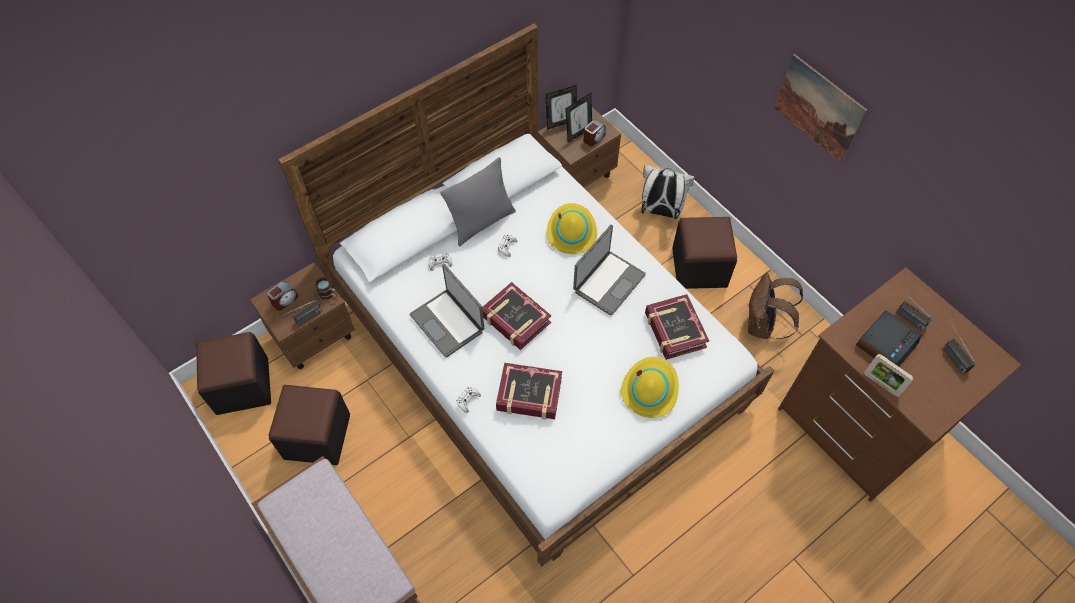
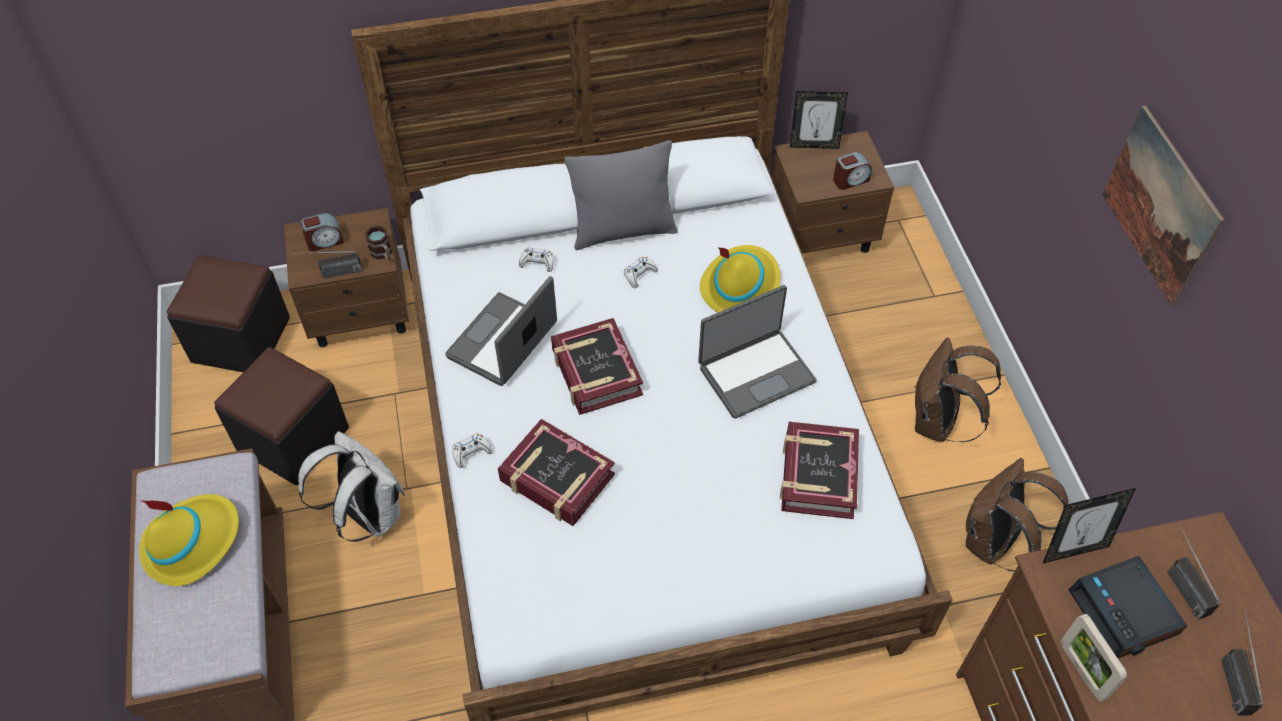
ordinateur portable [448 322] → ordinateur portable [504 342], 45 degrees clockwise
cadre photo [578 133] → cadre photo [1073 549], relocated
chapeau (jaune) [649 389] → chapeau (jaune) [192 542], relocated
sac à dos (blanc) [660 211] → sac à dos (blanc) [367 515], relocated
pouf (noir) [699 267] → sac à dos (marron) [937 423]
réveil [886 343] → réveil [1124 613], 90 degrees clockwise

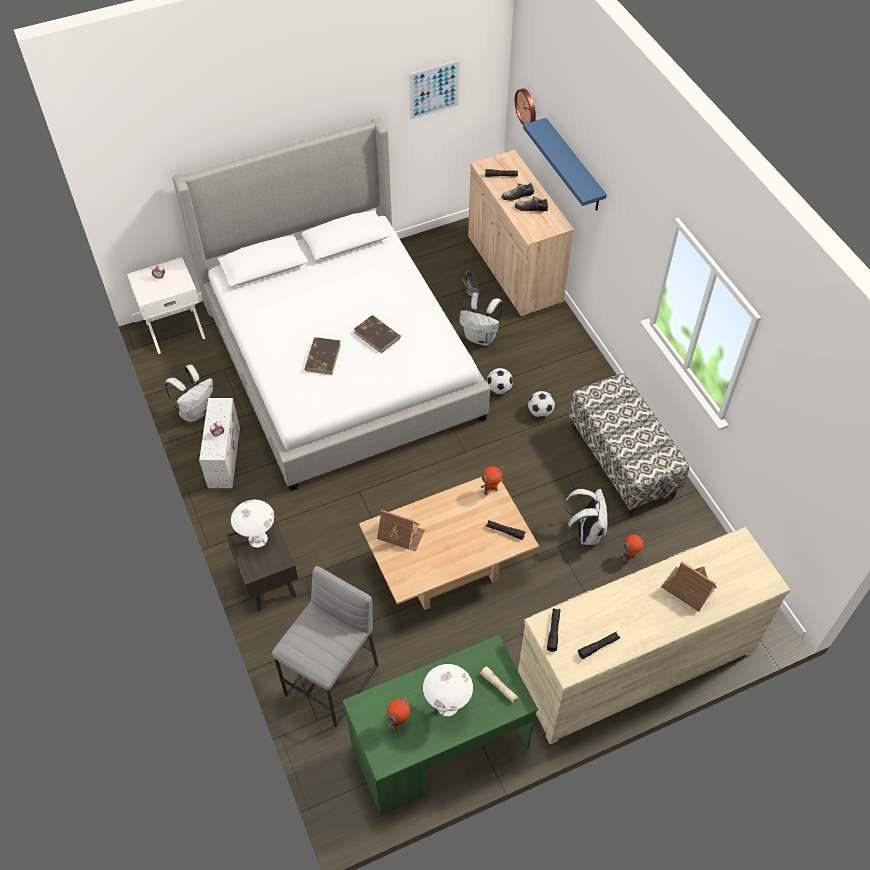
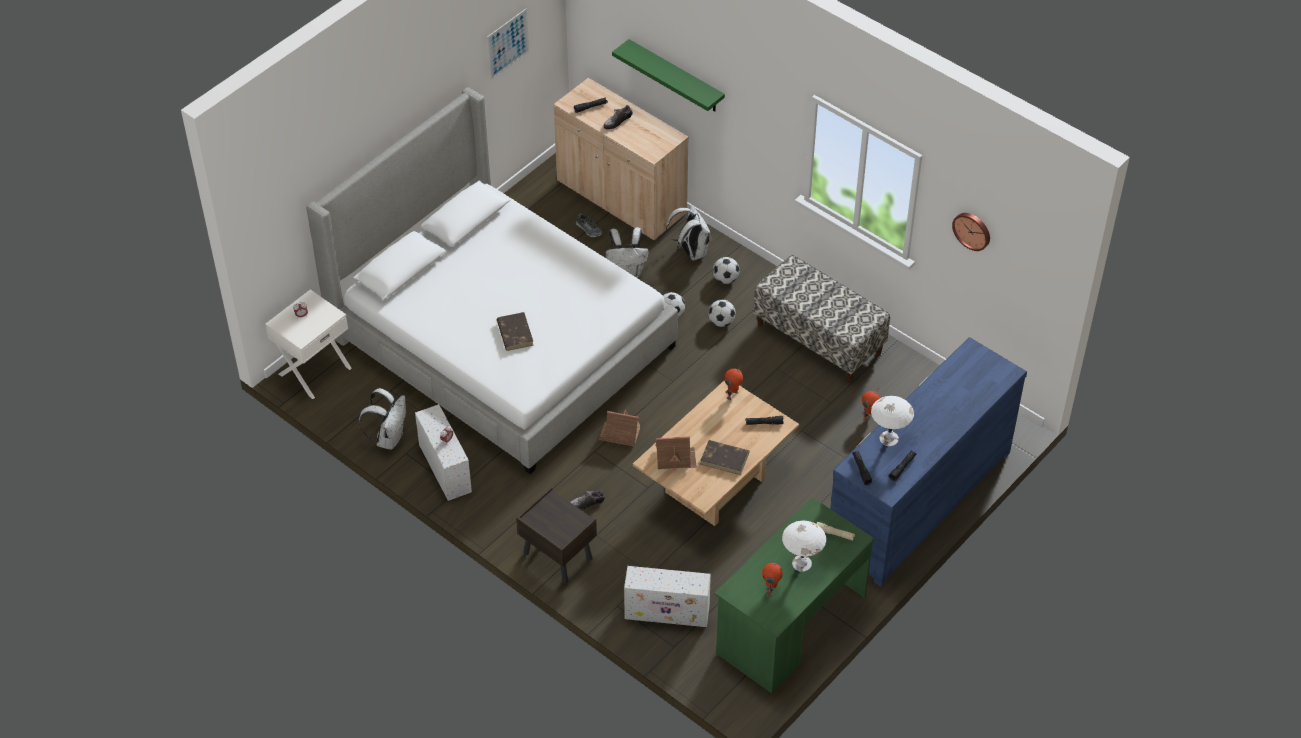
lampe de table (blanc) [257 539] → lampe de table (blanc) [888 438], relocated
tabouret (gris) [332 681] → boîte de rangement (blanc) [668 612]
livre (marron) [377 335] → livre (marron) [725 458], relocated
horloge murale [527 107] → horloge murale [972 230], relocated
chaussure [531 208] → chaussure [586 503], relocated
commode (beige) [634 664] → commode (bleu) [917 500]
étagère (bleu) [574 166] → étagère (vert) [676 77]
sac à dos (blanc) [585 532] → sac à dos (blanc) [691 252], relocated
maison miniature [688 589] → maison miniature [620 434], relocated
- → ballon de foot [725 279]

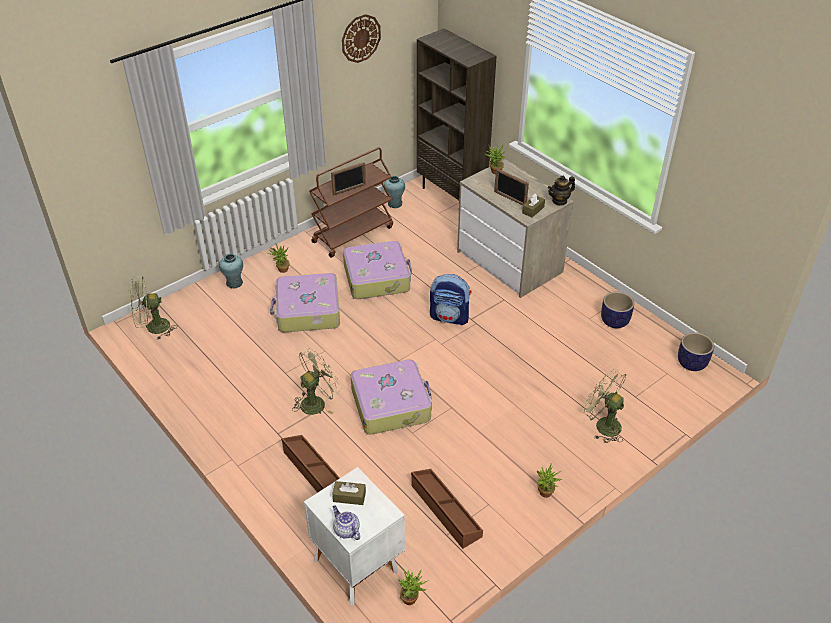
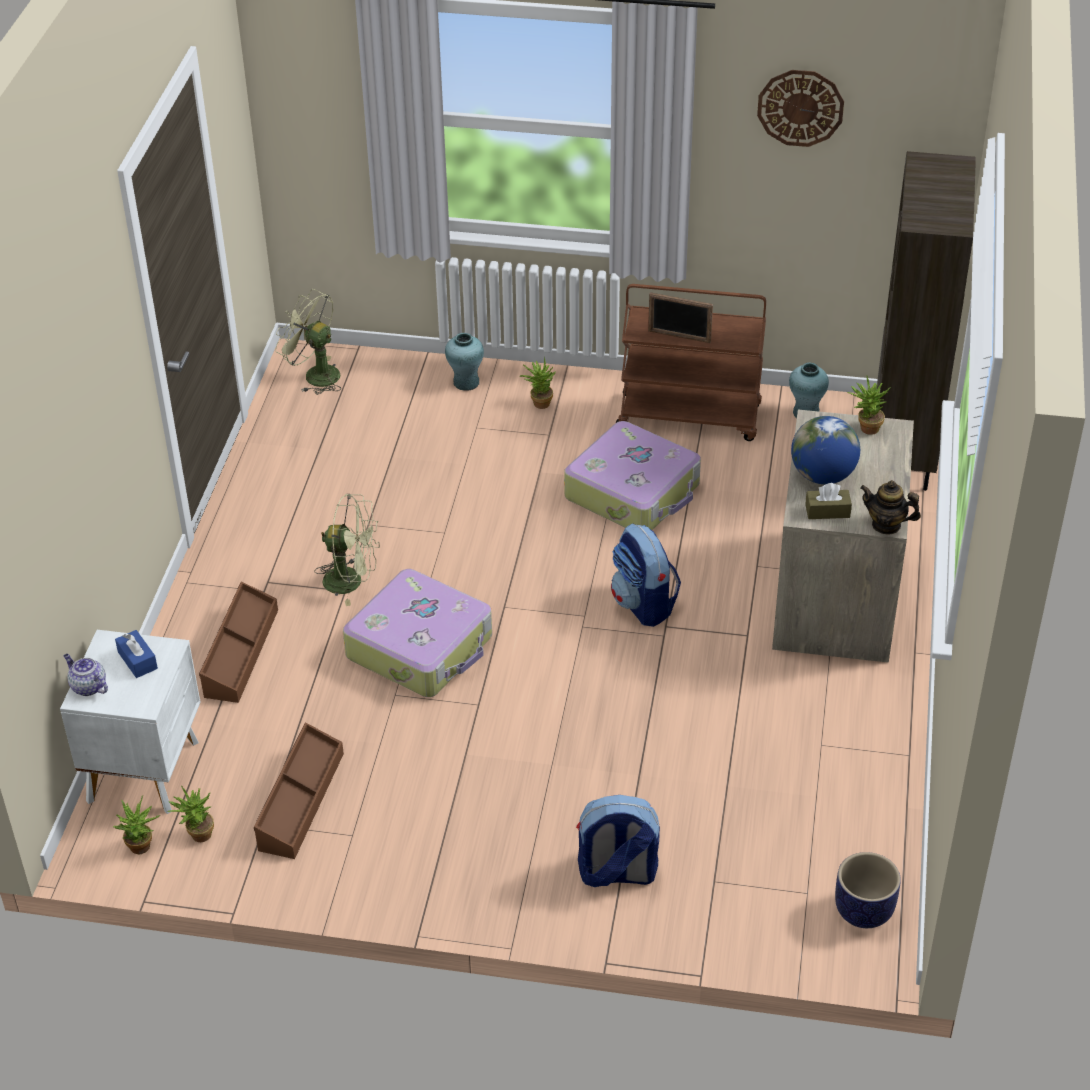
valise [307 311] → -
boîte à mouchoirs (marron) [349 497] → boîte à mouchoirs (bleu) [137 660]
théière [346 530] → théière [88 687], 60 degrees counterclockwise
cadre photo [510 199] → globe [823 476]
plante en pot [544 494] → plante en pot [197 836], relocated
ventilateur (vert) [602 424] → sac à dos [616 873]
cache-pot [614 321] → -

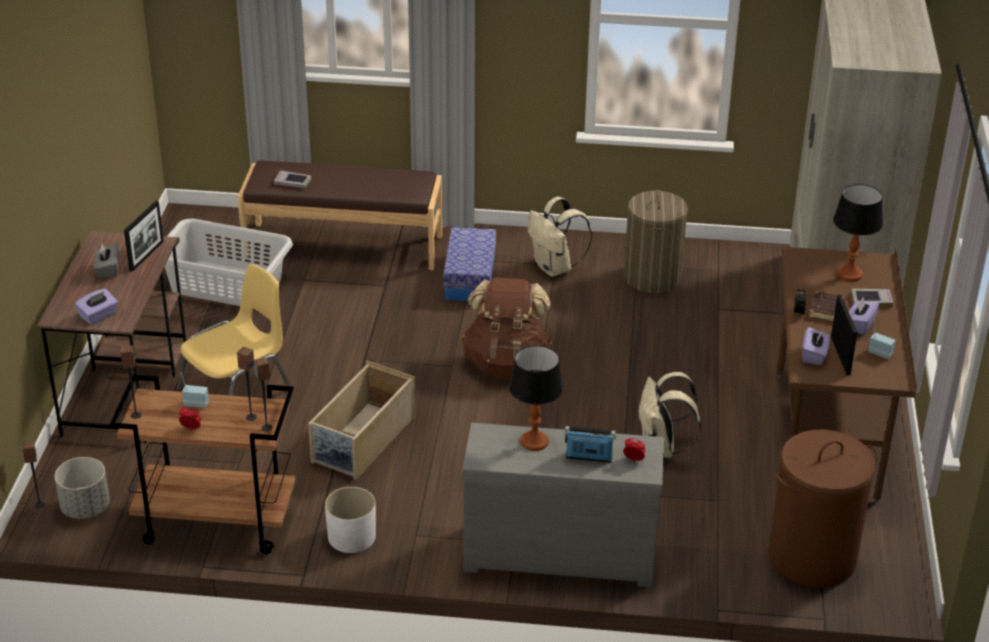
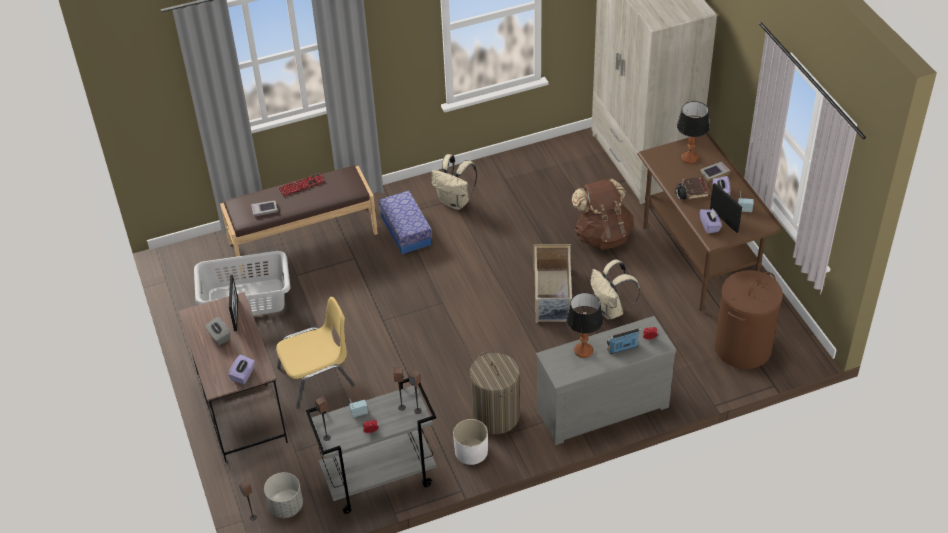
chariot (marron) [214 523] → chariot (gris) [378 480]
chaise (jaune) [238 389] → chaise (jaune) [317 377], 45 degrees clockwise
boîte de rangement (beige) [363 441] → boîte de rangement (beige) [552 296], relocated
sac à dos (marron) [506 363] → sac à dos (marron) [602 236], relocated
panier à linge [652 277] → panier à linge [496 416], relocated
- → clavier [302 185]

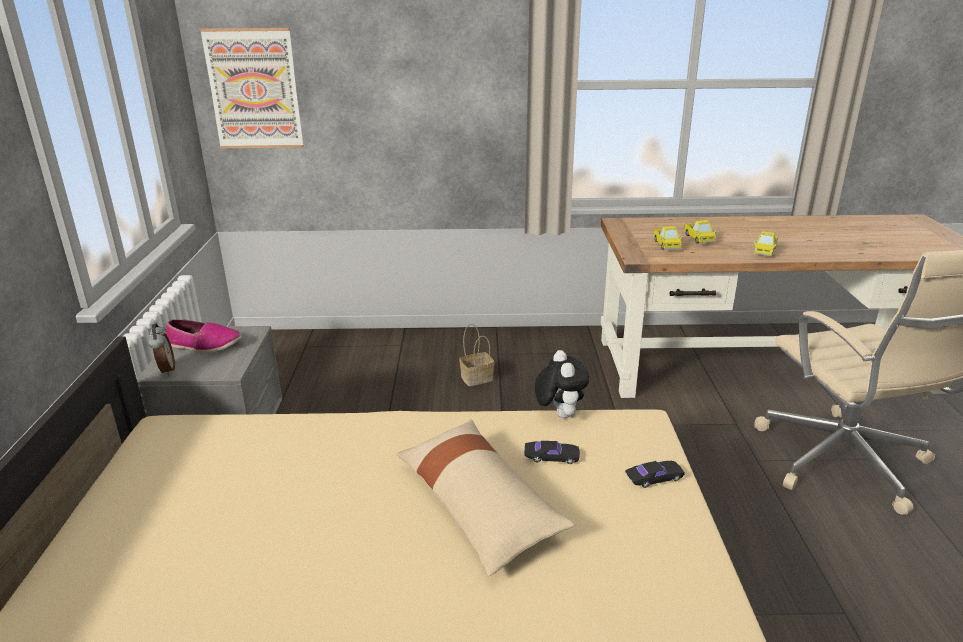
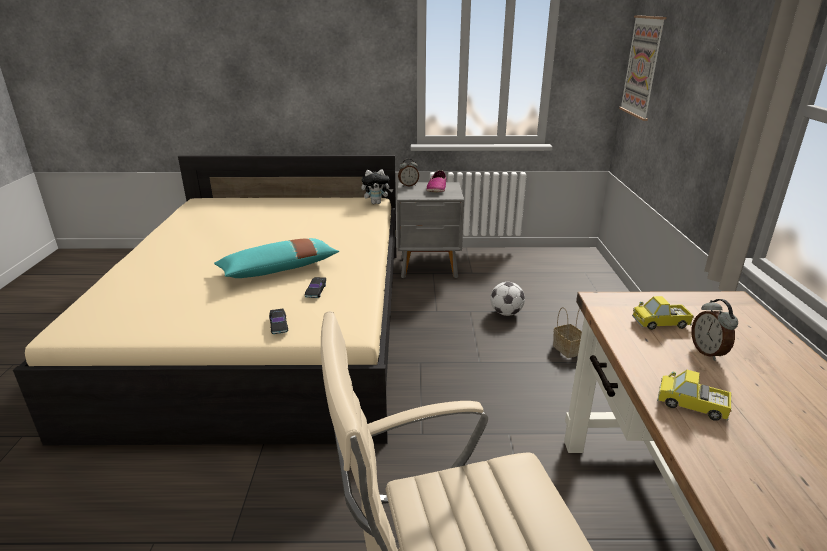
coussin (beige) [478 506] → coussin (turquoise) [279 269]
peluche [559 414] → peluche [376 203], relocated
camion jouet [698 239] → réveil [708 352]
- → ballon de foot [506 313]

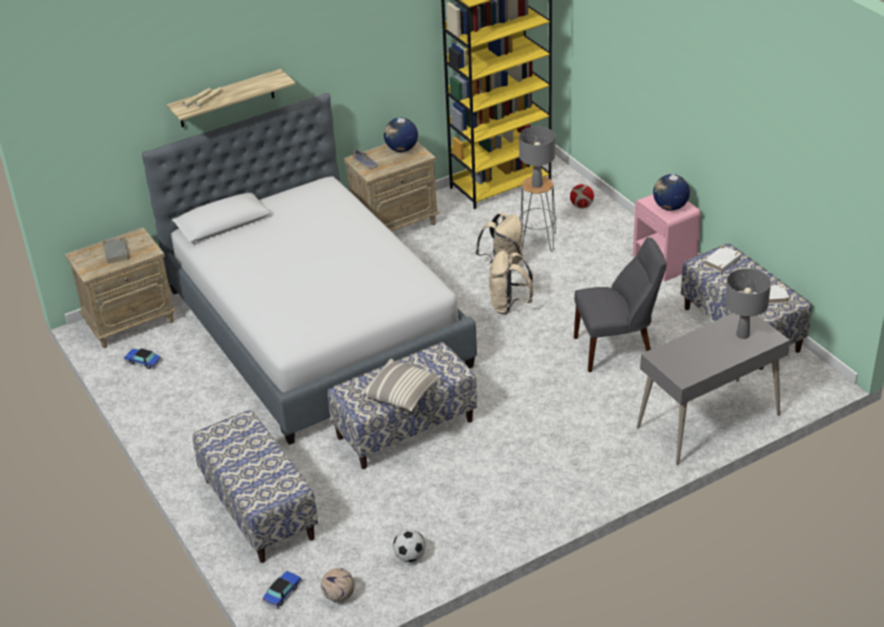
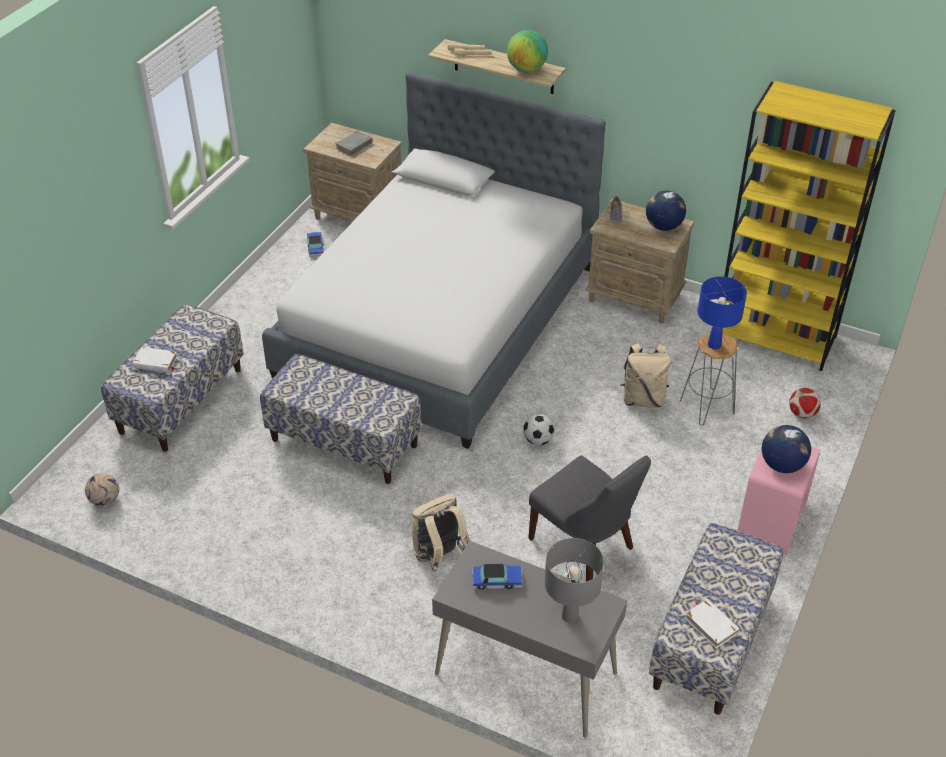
petite voiture [282 592] → petite voiture [497 581], relocated
coussin [401 393] → -
ballon de foot [410 556] → ballon de foot [538 440], relocated
sac à dos (beige) [509 305] → sac à dos (beige) [439 557], relocated
lampe de table (gris) [537 185] → lampe de table (bleu) [714 345]
livre (blanc) [722 261] → livre (blanc) [155 362], relocated
- → globe [526 69]

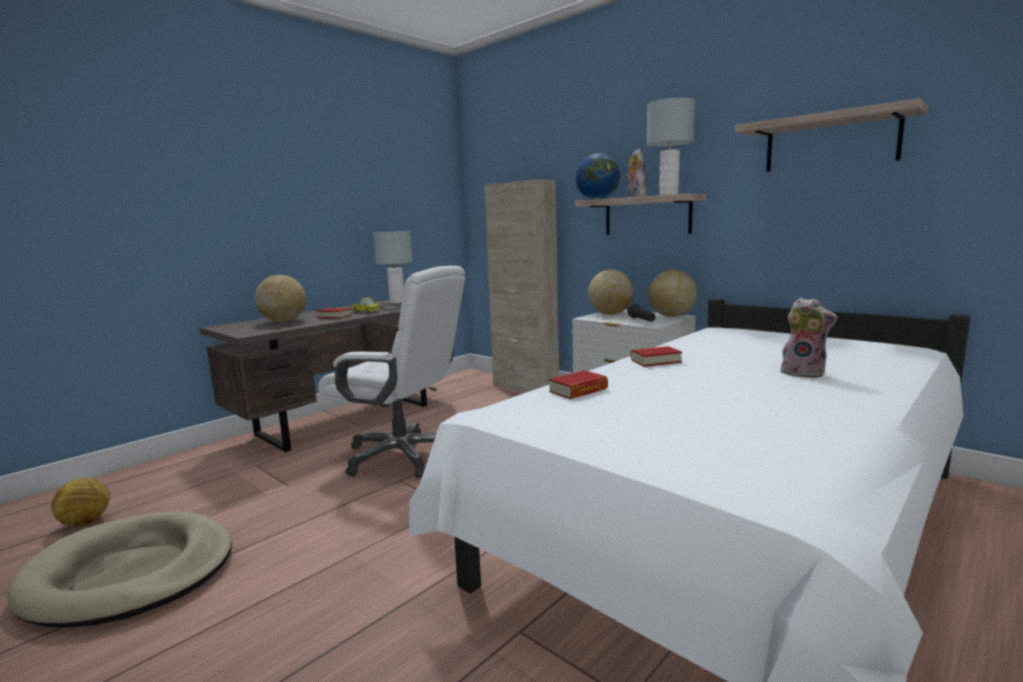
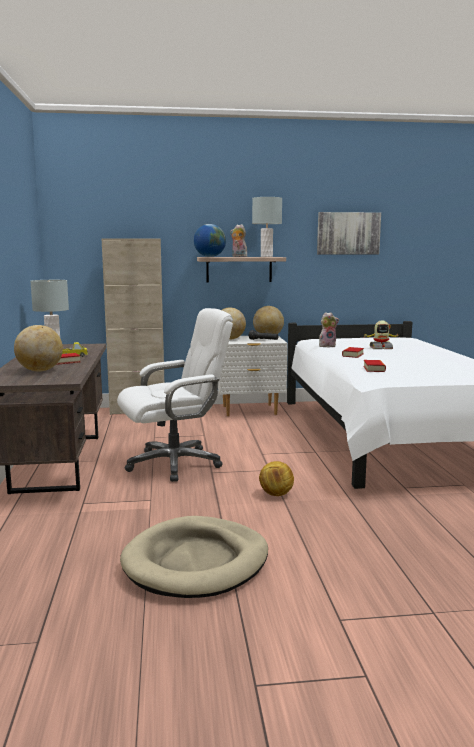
ballon de foot [86 522] → ballon de foot [275 494], relocated
étagère [830 142] → tableau [348 233]
peluche [804 373] → peluche [327 346], relocated
- → robot jouet [380 348]

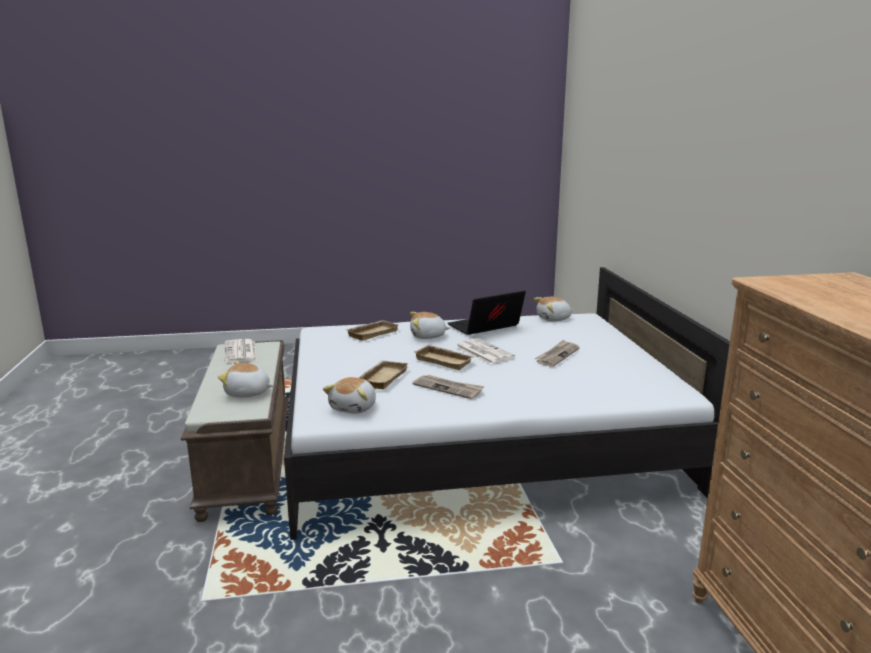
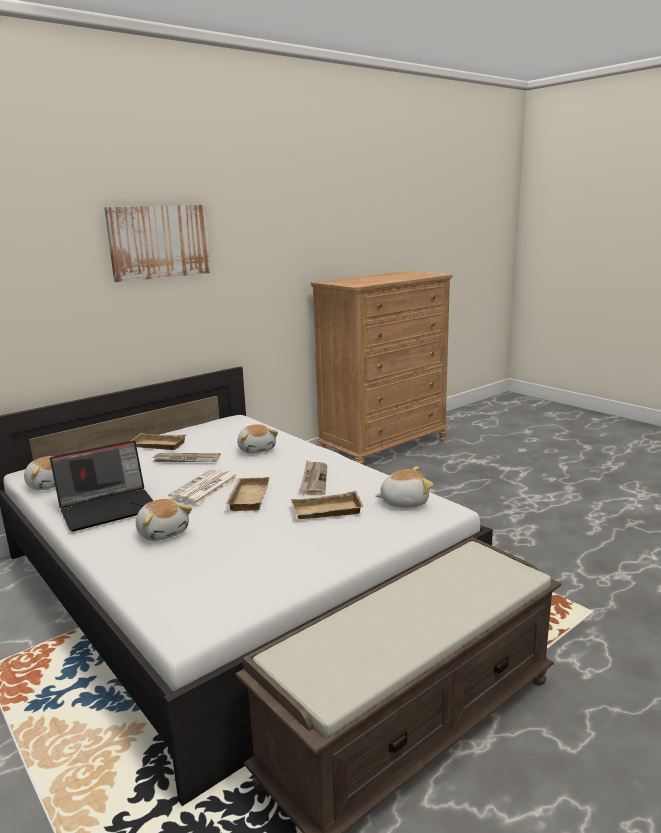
peluche [247 393] → peluche [257 449], relocated
journal [241 352] → -
plateau (beige) [372 333] → plateau (beige) [156 445], relocated
ordinateur portable [484 327] → ordinateur portable [109 507], 60 degrees counterclockwise
- → tableau [159 242]

